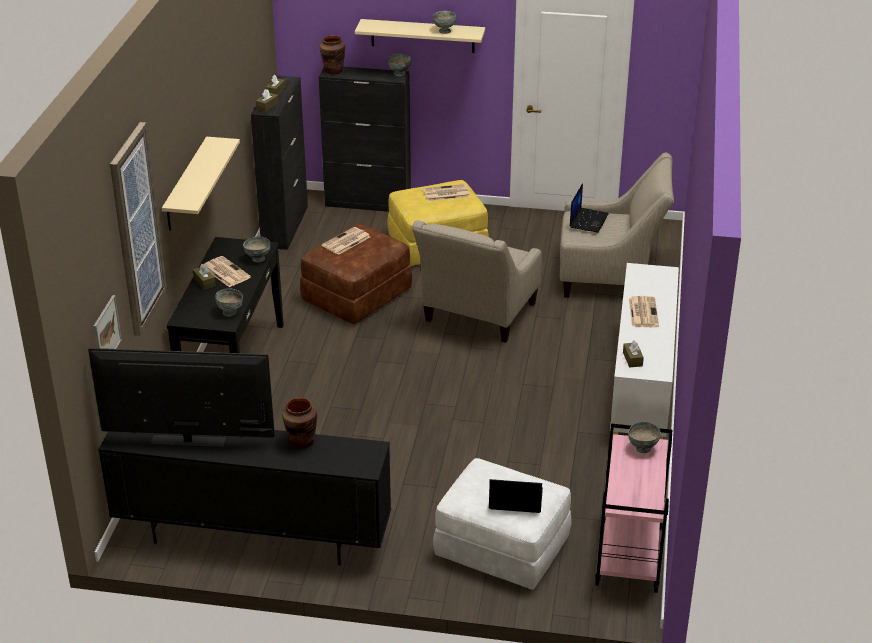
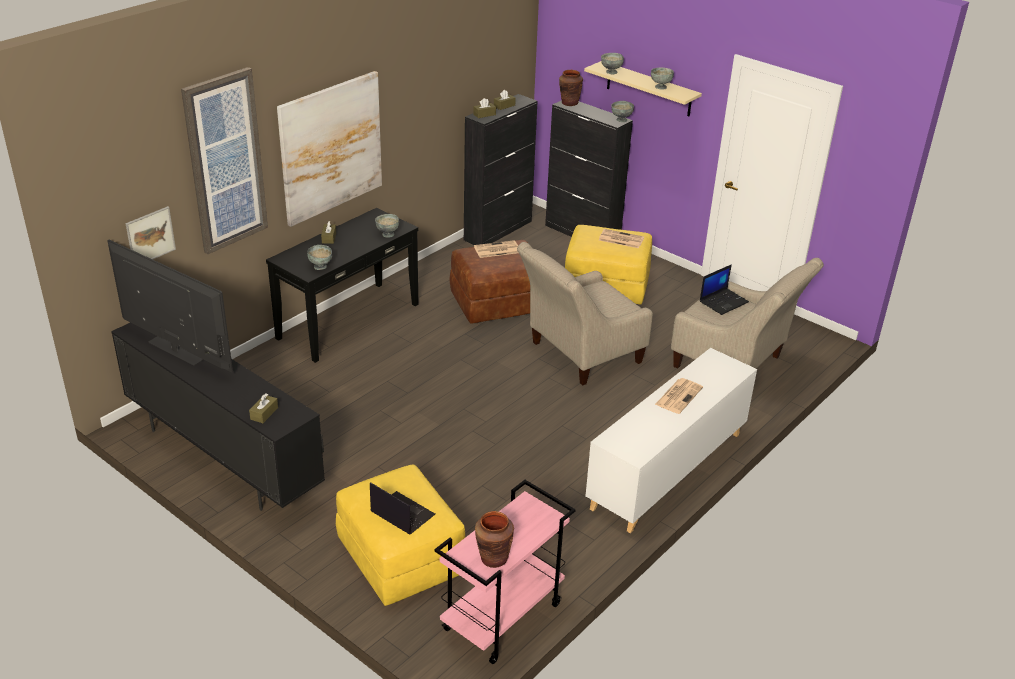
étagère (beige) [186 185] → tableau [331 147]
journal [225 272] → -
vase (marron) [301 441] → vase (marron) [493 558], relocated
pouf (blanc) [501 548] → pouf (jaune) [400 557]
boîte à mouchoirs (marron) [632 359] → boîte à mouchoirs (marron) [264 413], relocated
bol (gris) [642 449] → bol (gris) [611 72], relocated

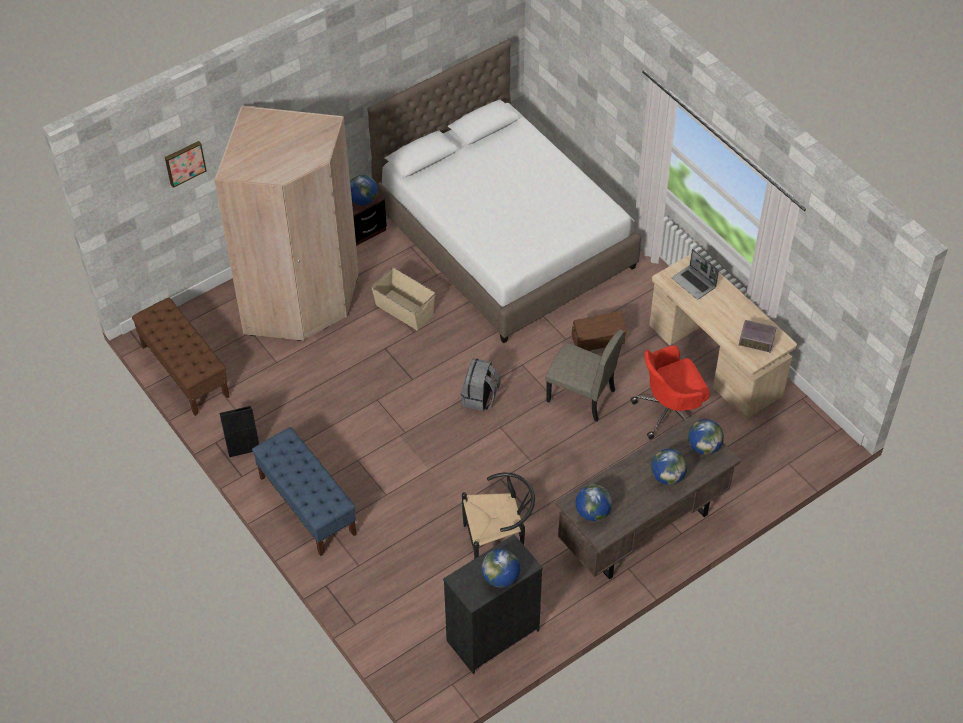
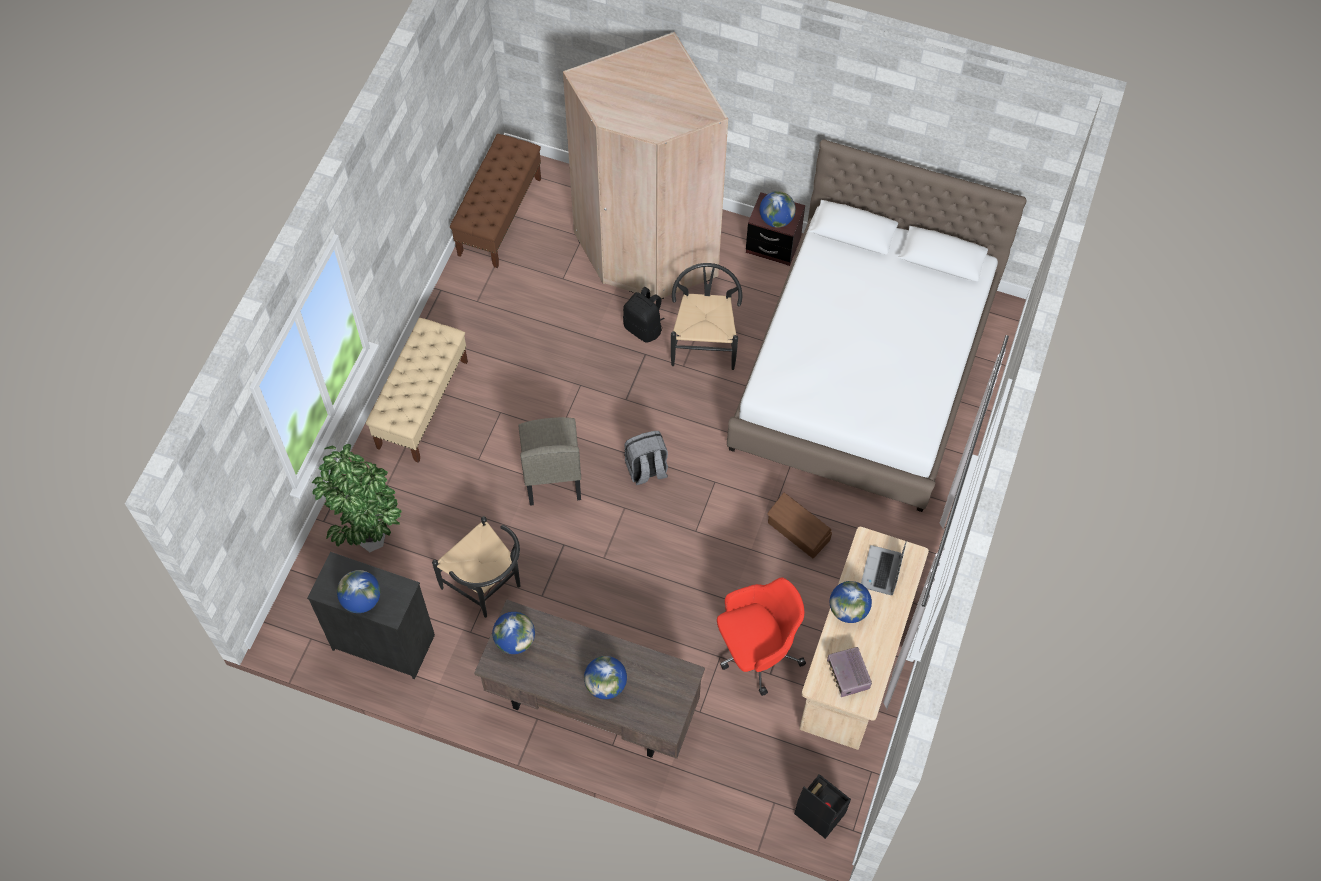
tableau [184 163] → -
boîte de rangement (noir) [241 443] → boîte de rangement (noir) [818 813], relocated
banc (bleu) [307 505] → banc (beige) [422 404]
boîte de rangement (beige) [404 309] → chaise (noir) [704 341]
chaise (beige) [580 396] → chaise (beige) [552 474], relocated
chaise de bureau (rouge) [670 412] → chaise de bureau (rouge) [756 651], 120 degrees clockwise
globe [703 447] → globe [848 609], relocated
- → plante en pot [371 544]
- → sac à dos (noir) [644 328]

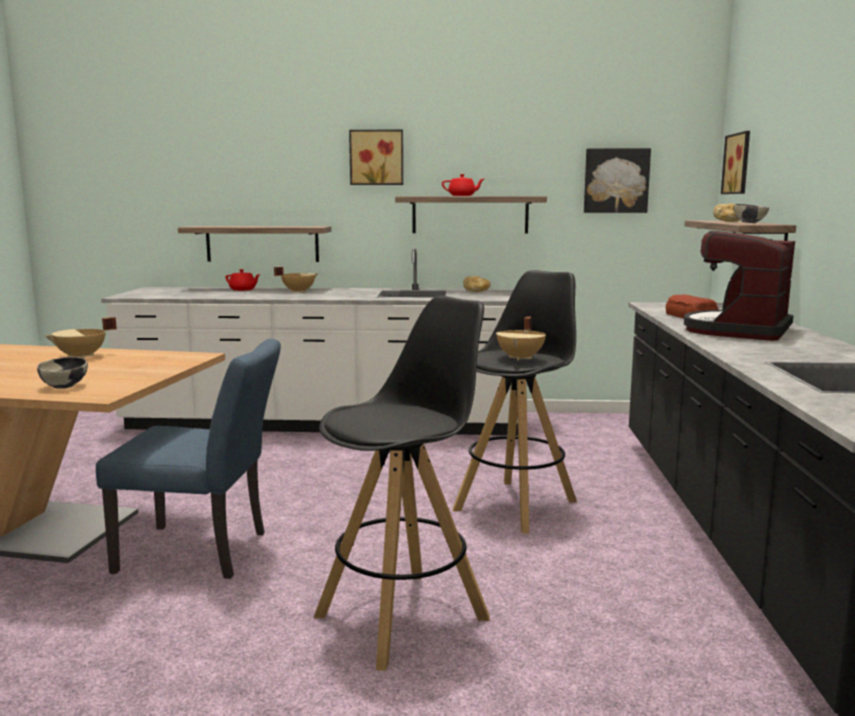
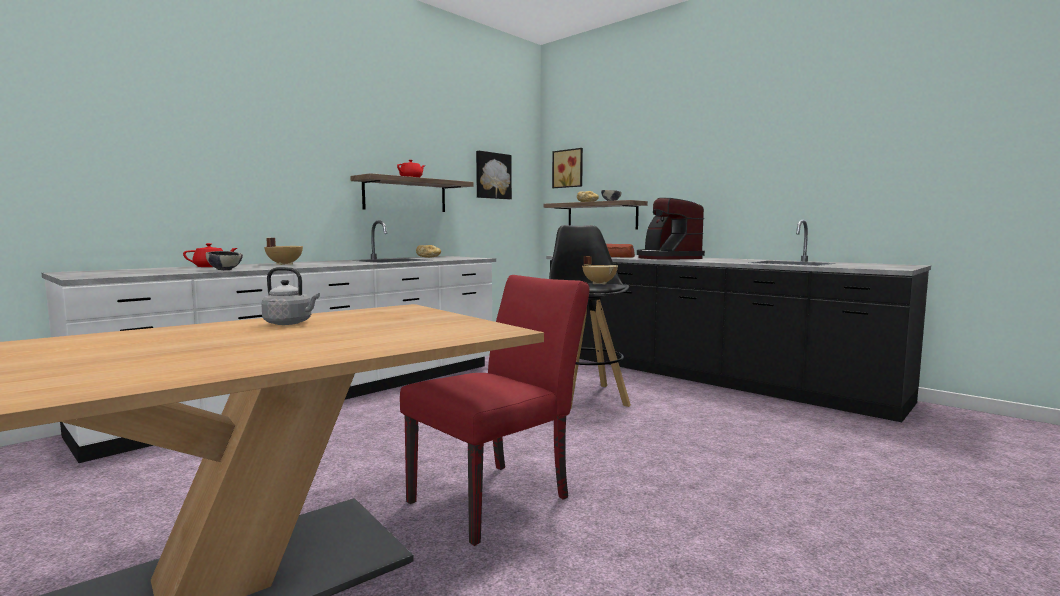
bol [65 386] → bol [225 270], relocated
marmite (beige) [82 357] → bouilloire (gris) [290 323]
chaise (bleu) [204 552] → chaise (rouge) [499 496]
étagère [262 244] → -
tabouret (noir) [404 616] → -
tableau [376 157] → -

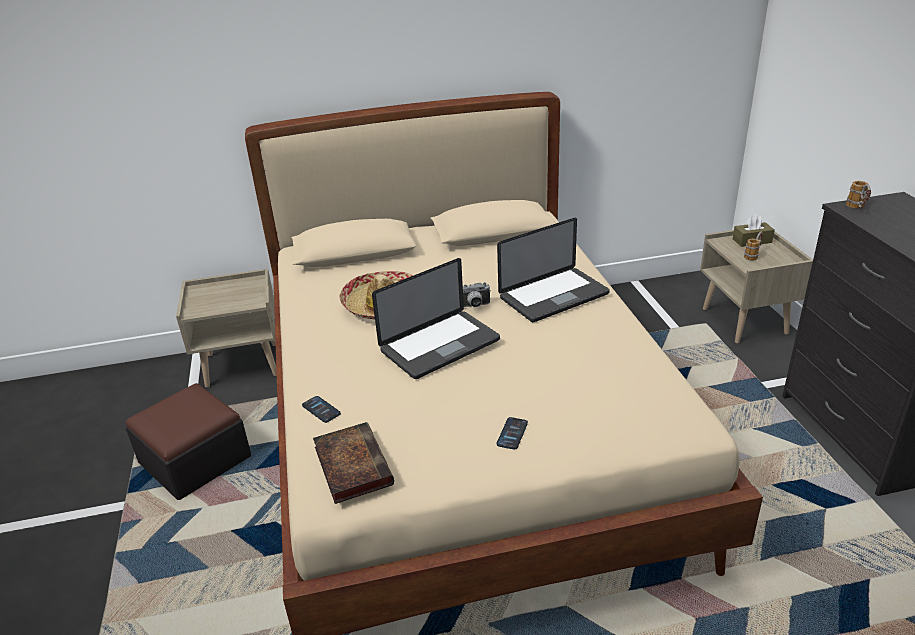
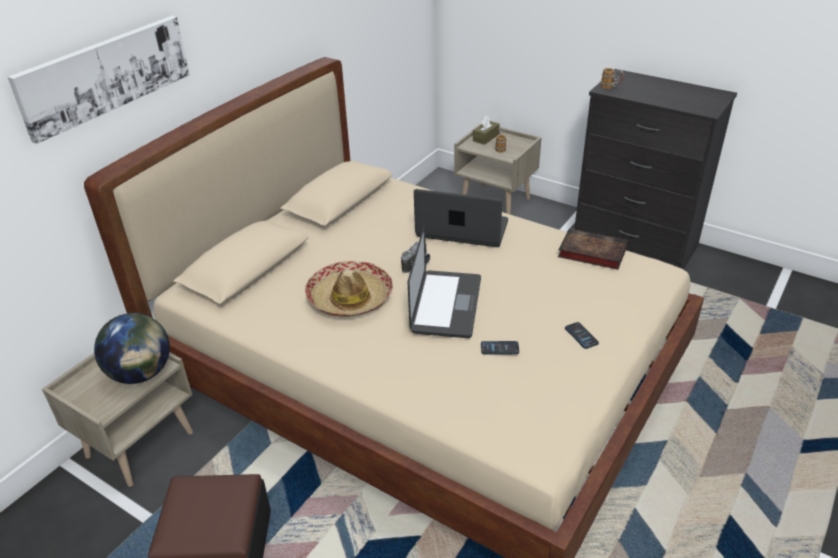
téléphone [321 410] → téléphone [499 348], relocated
livre [351 465] → livre [590 252], relocated
ordinateur portable [554 296] → ordinateur portable [462 229], 90 degrees counterclockwise
- → tableau [105 75]
- → globe [141 373]

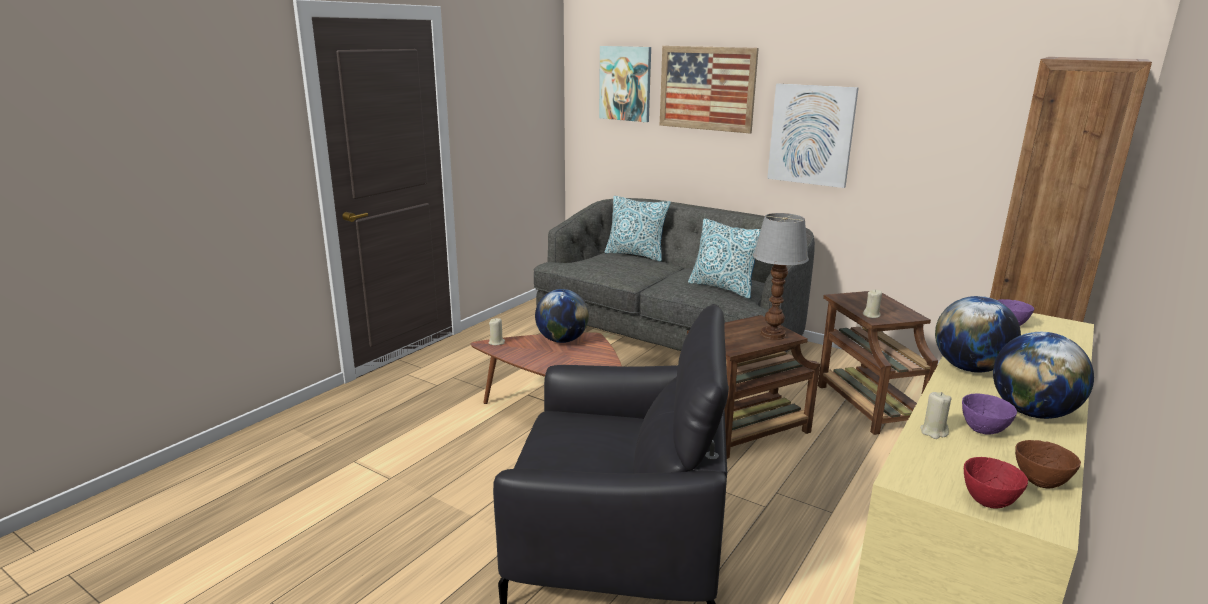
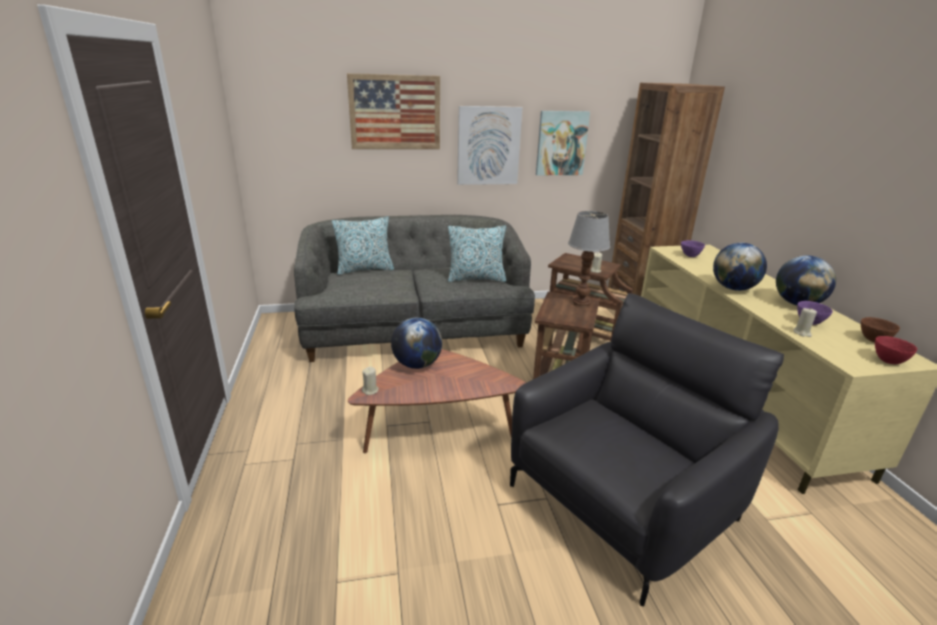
tableau [625 83] → tableau [561 143], relocated

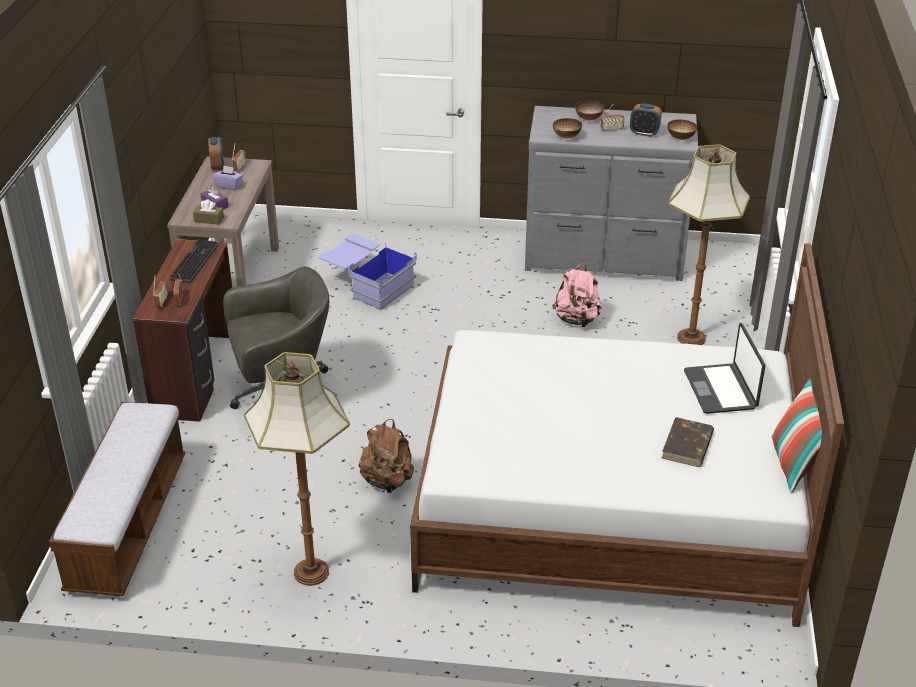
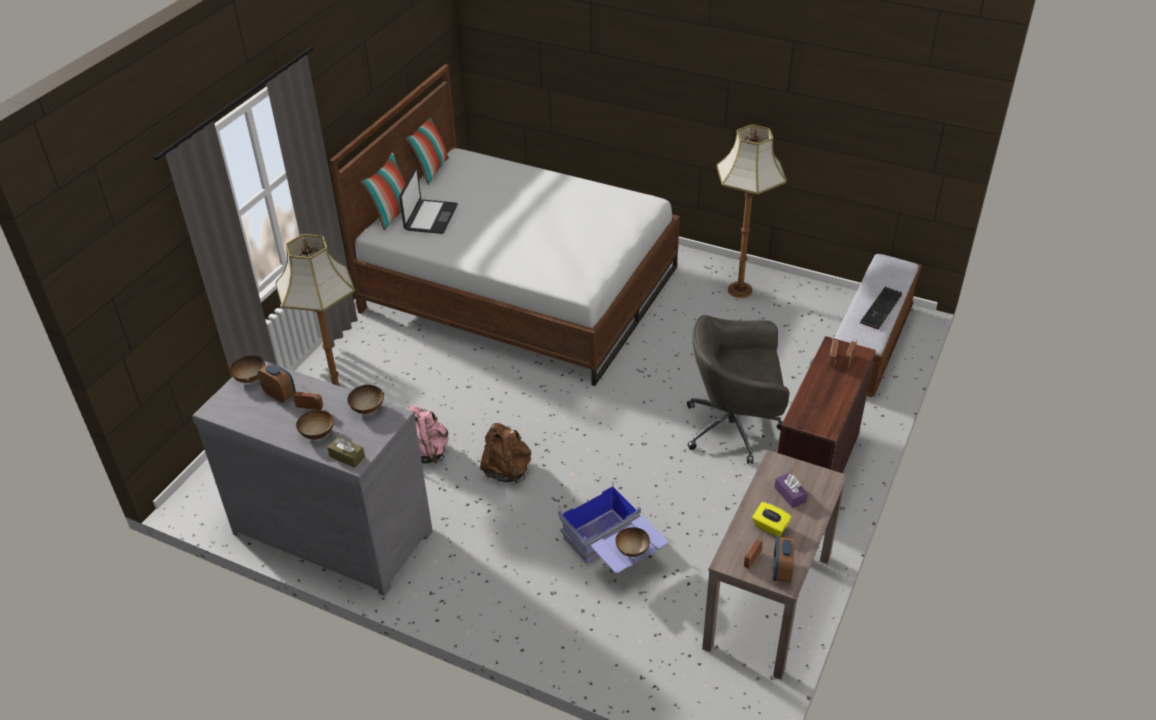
clavier [193 262] → clavier [881 310], relocated
boîte à mouchoirs (marron) [209 219] → boîte à mouchoirs (marron) [347 457], relocated
boîte à mouchoirs (violet) [229 185] → boîte à mouchoirs (jaune) [770 527]
sac à dos (marron) [387 481] → sac à dos (marron) [507 470], relocated
livre (marron) [687 445] → -
- → coussin [392 214]
- → bol [632 550]

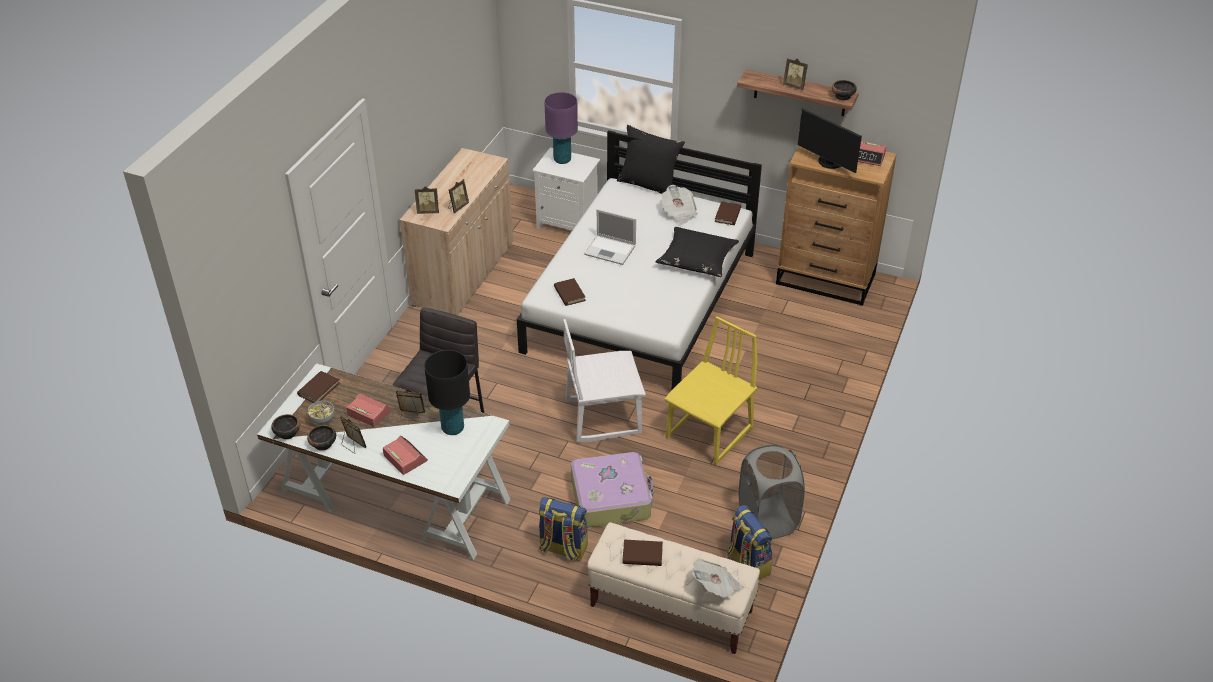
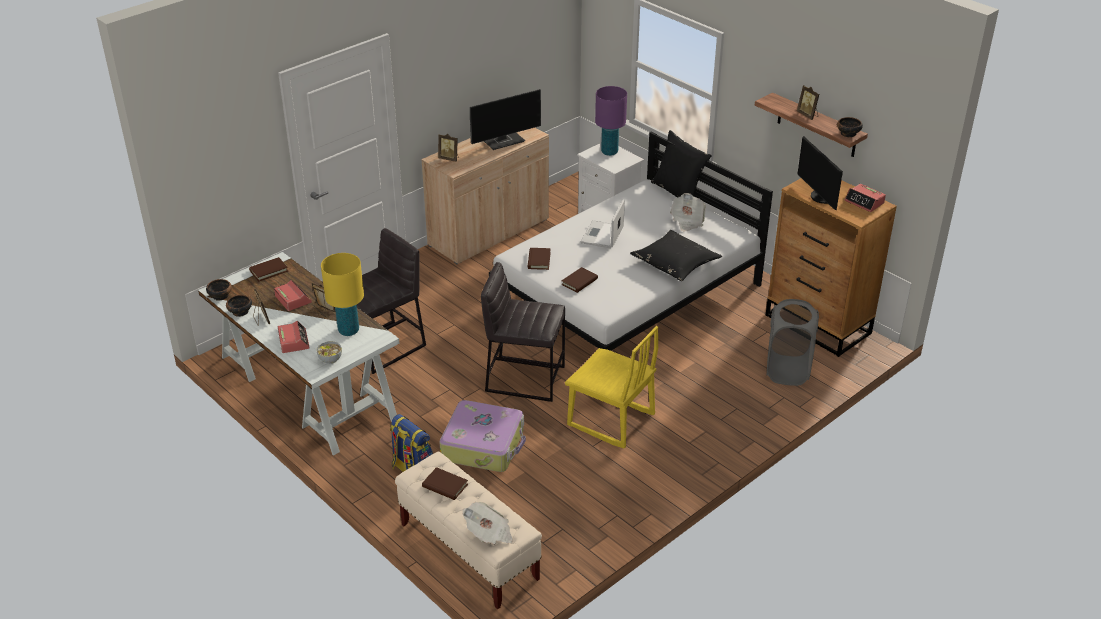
bol [322 420] → bol [330 359], relocated
lampe de table (noir) [453 428] → lampe de table (jaune) [349 330]
cadre photo [458 207] → -
chaise (blanc) [603 416] → tabouret (gris) [524 378]
ordinateur portable [611 250] → ordinateur portable [602 235], 60 degrees clockwise
chaise (jaune) [710 433] → chaise (jaune) [610 421], 60 degrees clockwise
livre (marron) [727 215] → livre (marron) [579 282], relocated
sac à dos [747 563] → -
panier à linge (gris) [767 519] → panier à linge (gris) [787 371], relocated
- → écran d'ordinateur [504 141]

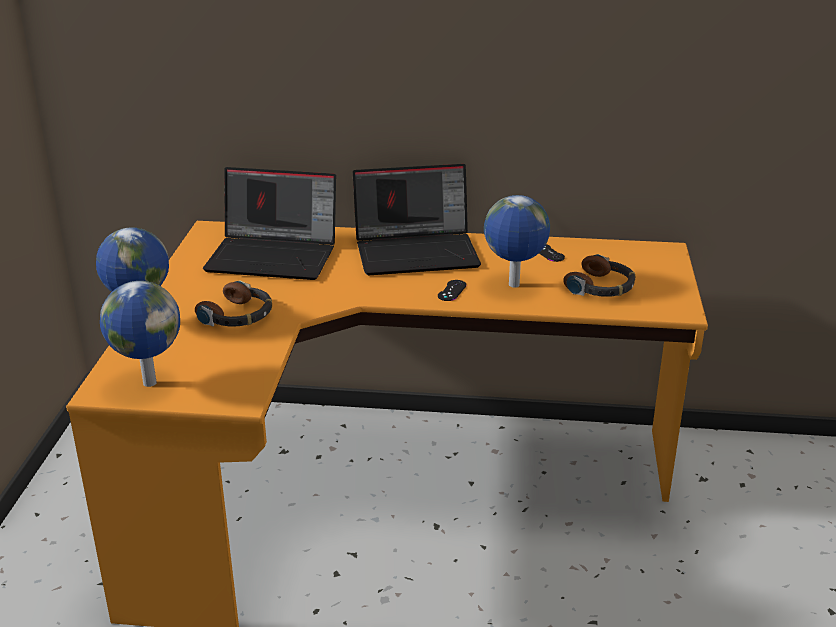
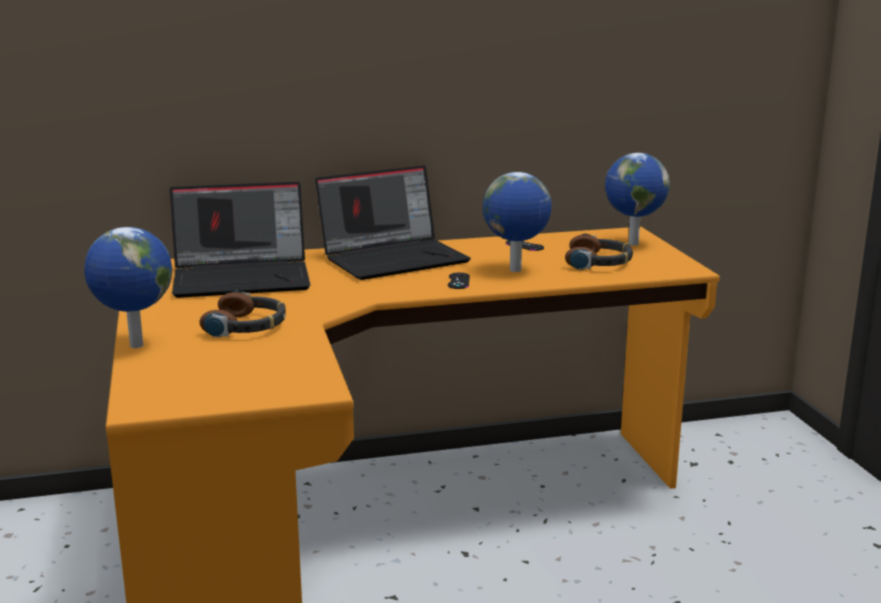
globe [148 382] → globe [632 244], relocated

